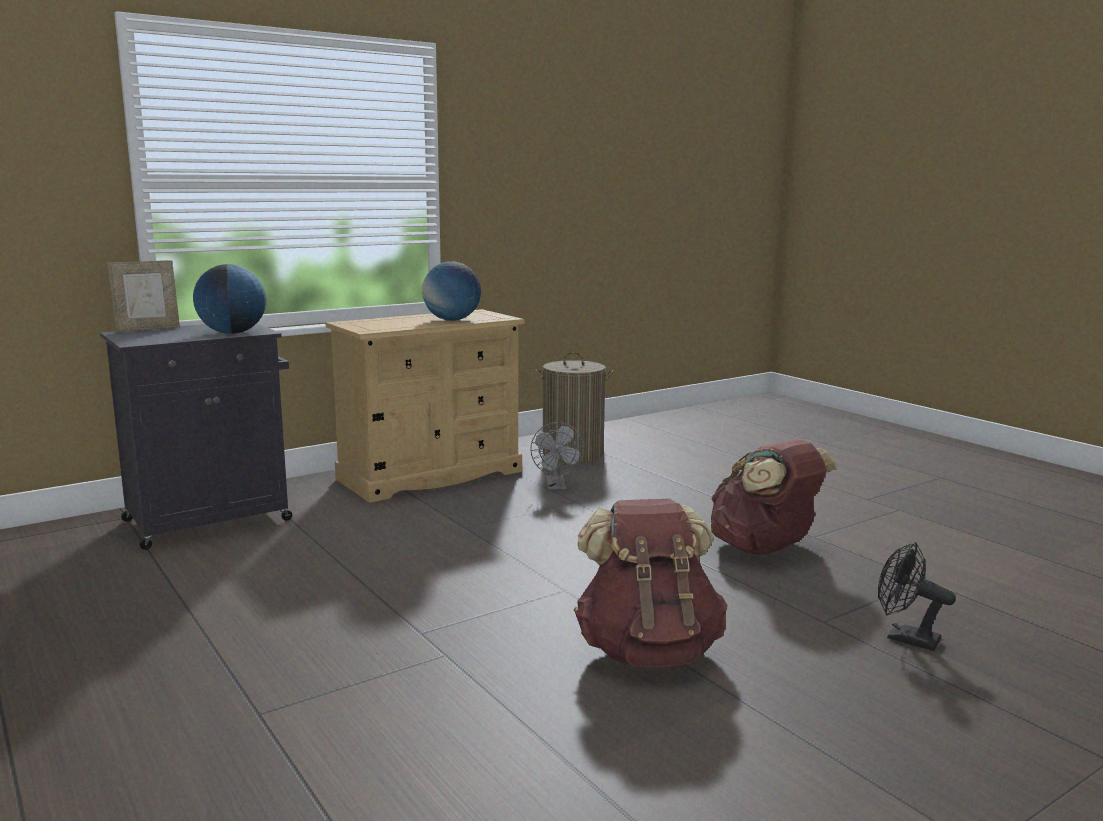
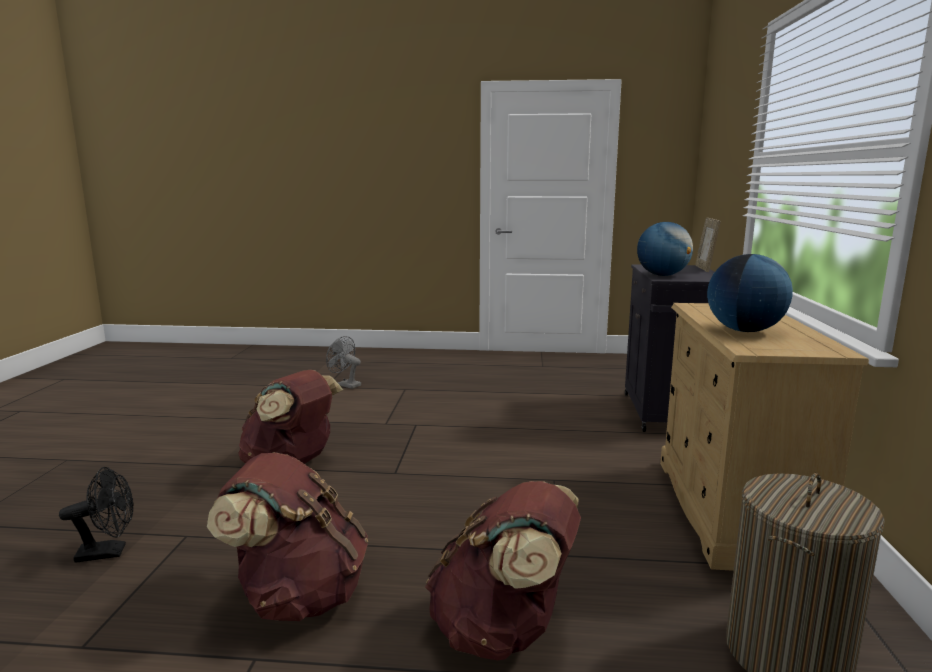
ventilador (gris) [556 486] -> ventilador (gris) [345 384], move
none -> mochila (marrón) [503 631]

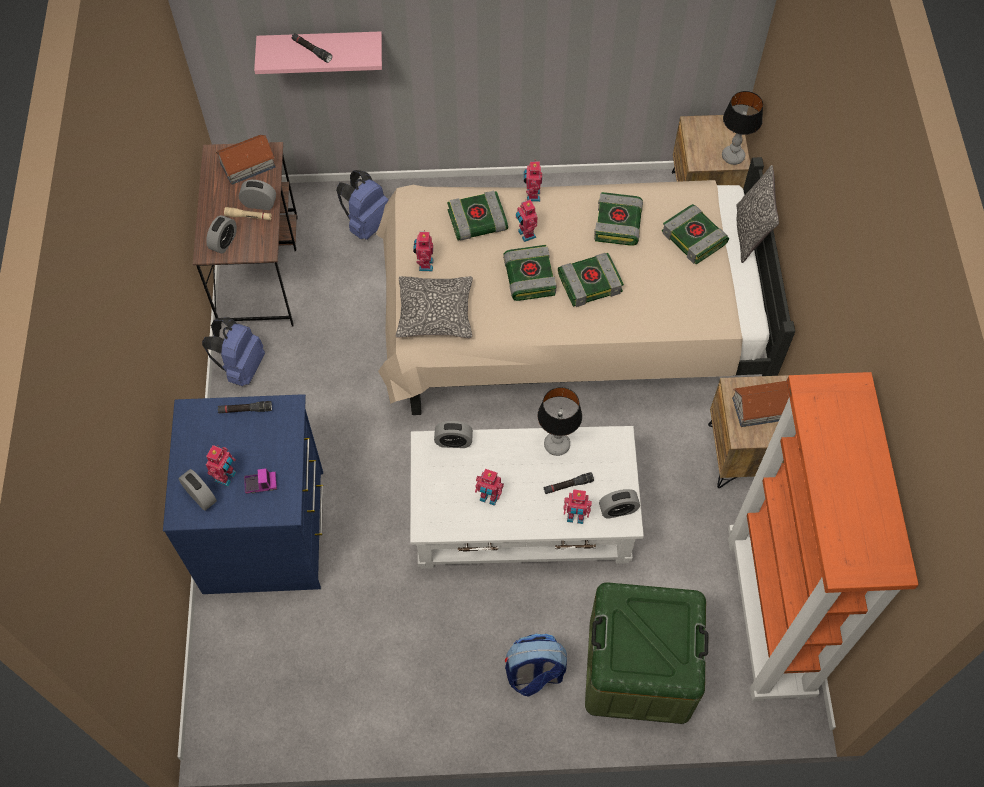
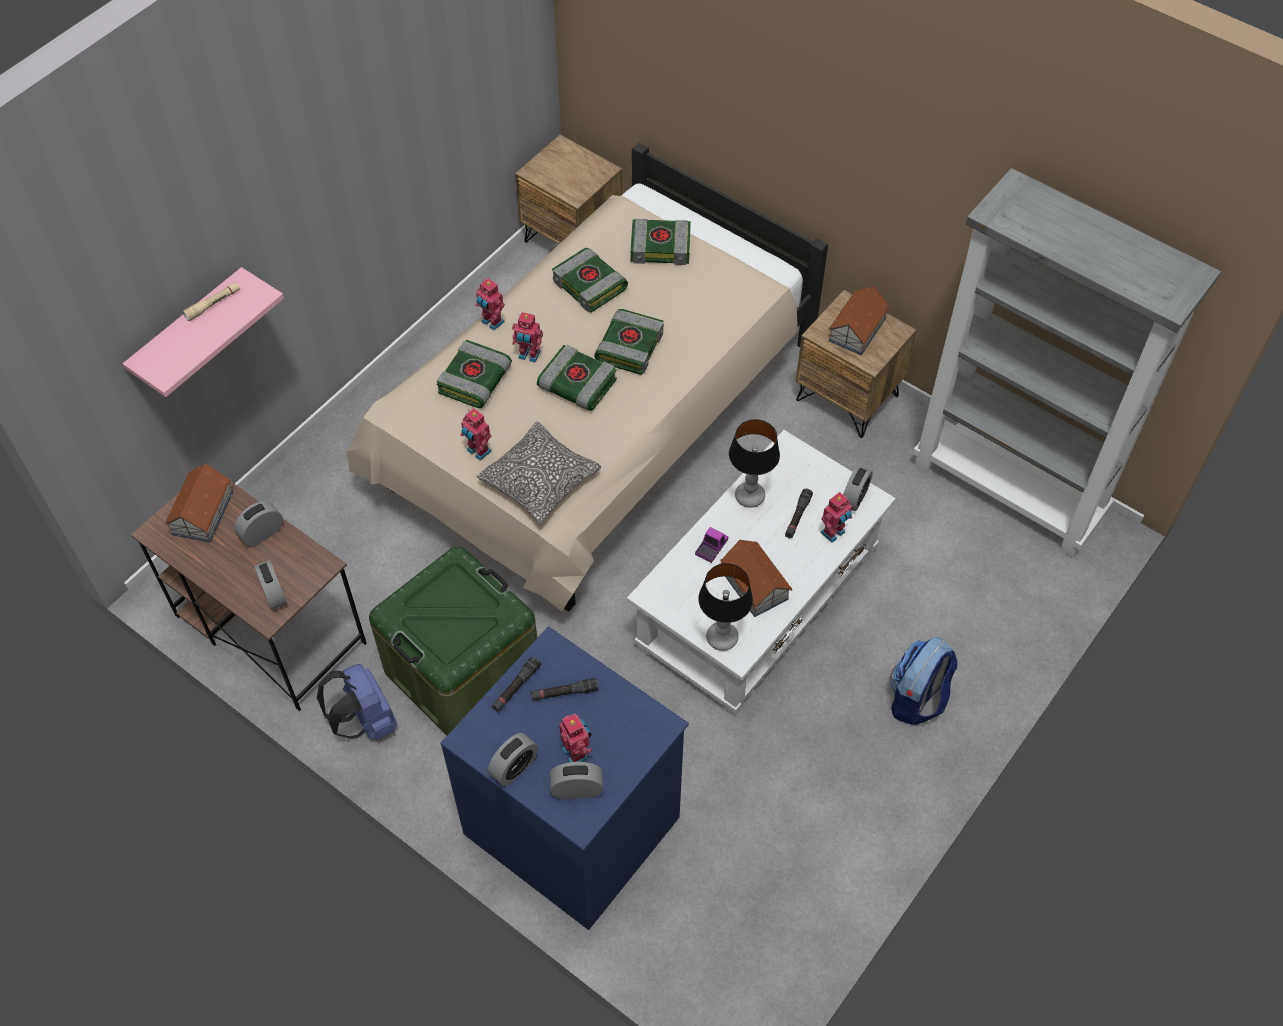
linterna (beis) [248 217] -> linterna (beis) [213 304], move
camión de juguete [261 484] -> camión de juguete [711 548], move
linterna (negro) [311 50] -> linterna (negro) [564 693], move
mochila (azul) [367 223] -> none
despertador [453 441] -> despertador [514 767], move
robot de juguete [489 498] -> casita [754 584]
caja de almacenaje (verde) [639 668] -> caja de almacenaje (verde) [462 671], move
lámpara de mesa [733 157] -> lámpara de mesa [722 638], move
estantería (naranja) [769 617] -> estantería (gris) [1009 491]
cojín [749 234] -> none

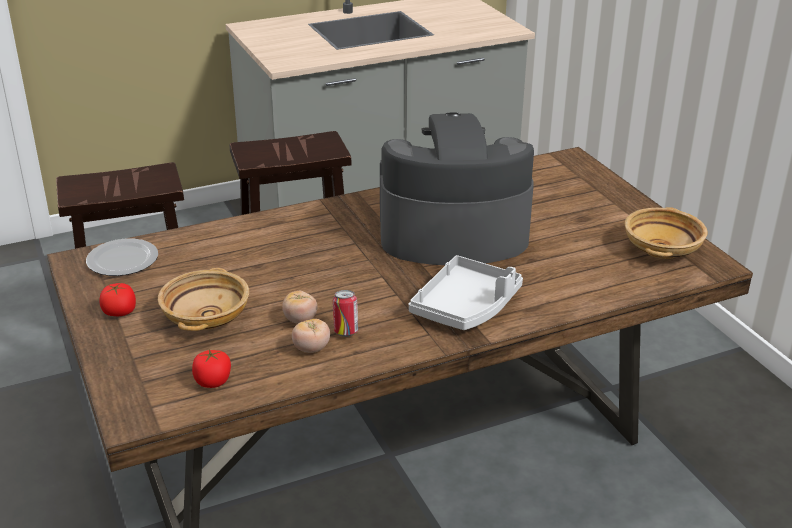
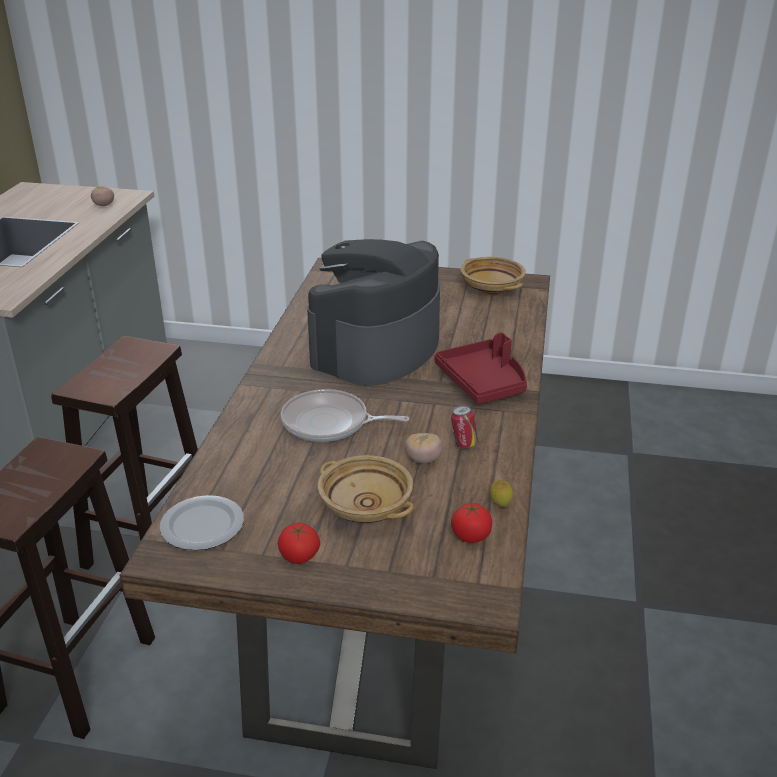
tomate [311 349] -> tomate [104 205], move
bandeja (gris) [466 306] -> bandeja (rojo) [483 382]
none -> sartén [329 423]
none -> limón [500 505]

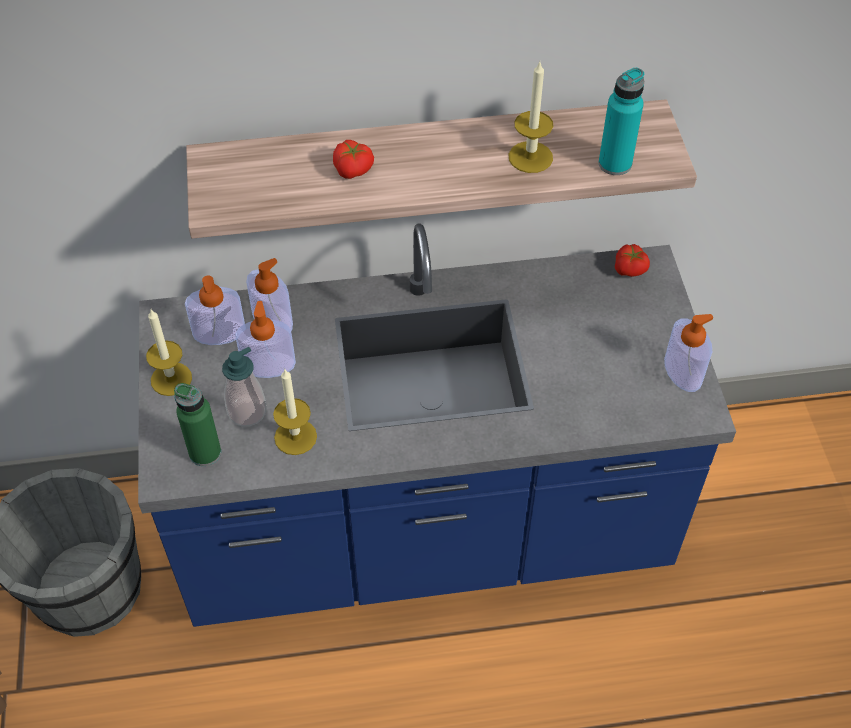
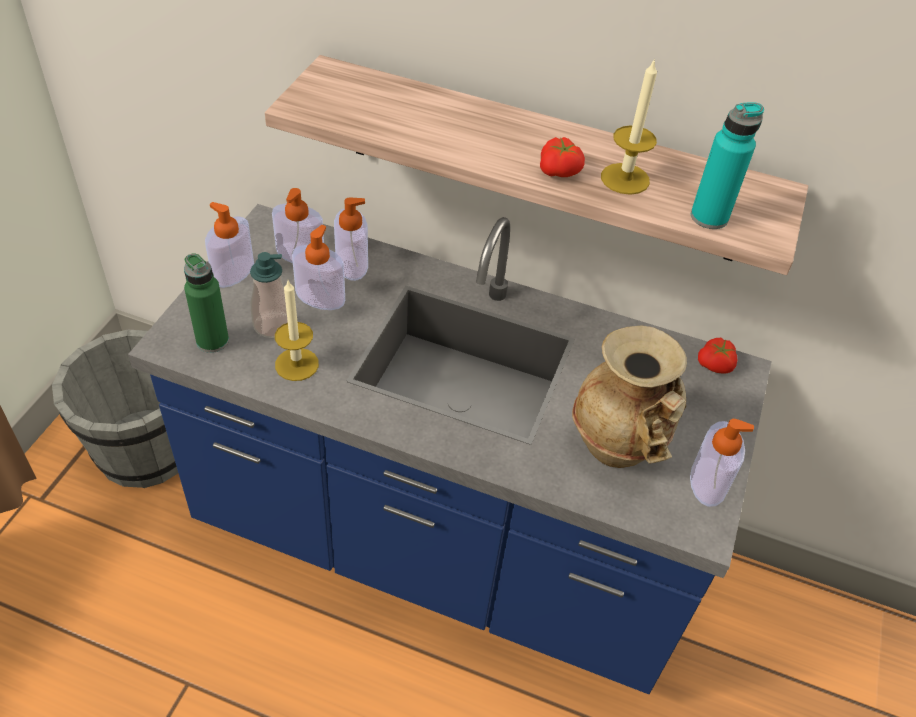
vela [171 379] -> dispensador de jabón [233 272]
tomate [354 169] -> tomate [560 171], move
none -> florero (beis) [619 446]

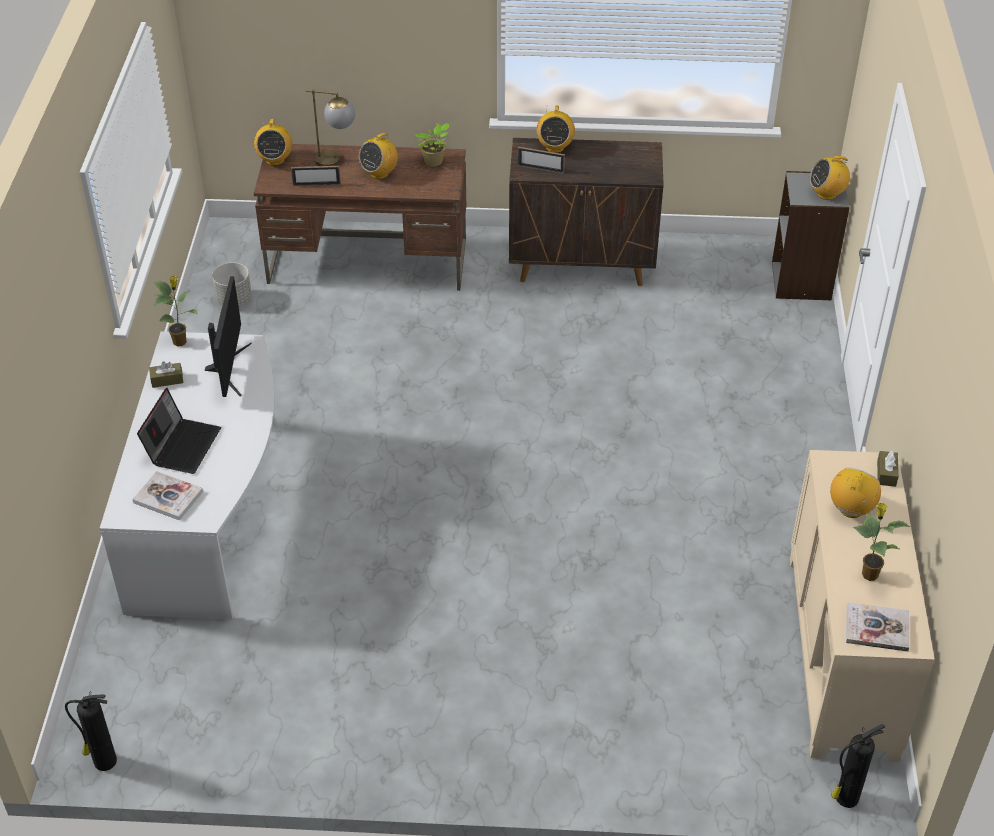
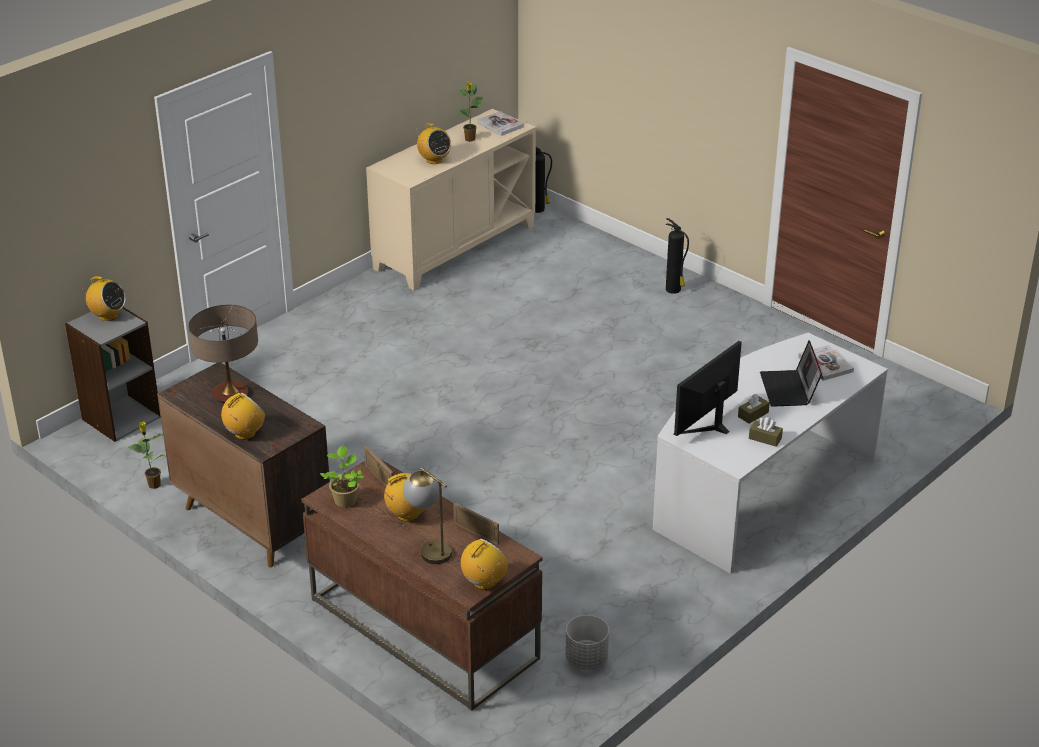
extintor [103 761] -> extintor [674 290], move
portátil [182 445] -> portátil [789 390], 60 degrees counterclockwise
planta en maceta [180 341] -> planta en maceta [153 484], move
portarretratos [540 169] -> portarretratos [379 478], move
radio [851 509] -> radio [434 160], 105 degrees counterclockwise
caja de pañuelos (marrón) [886 473] -> caja de pañuelos (marrón) [753 414], move
none -> lámpara de mesa [230 394]

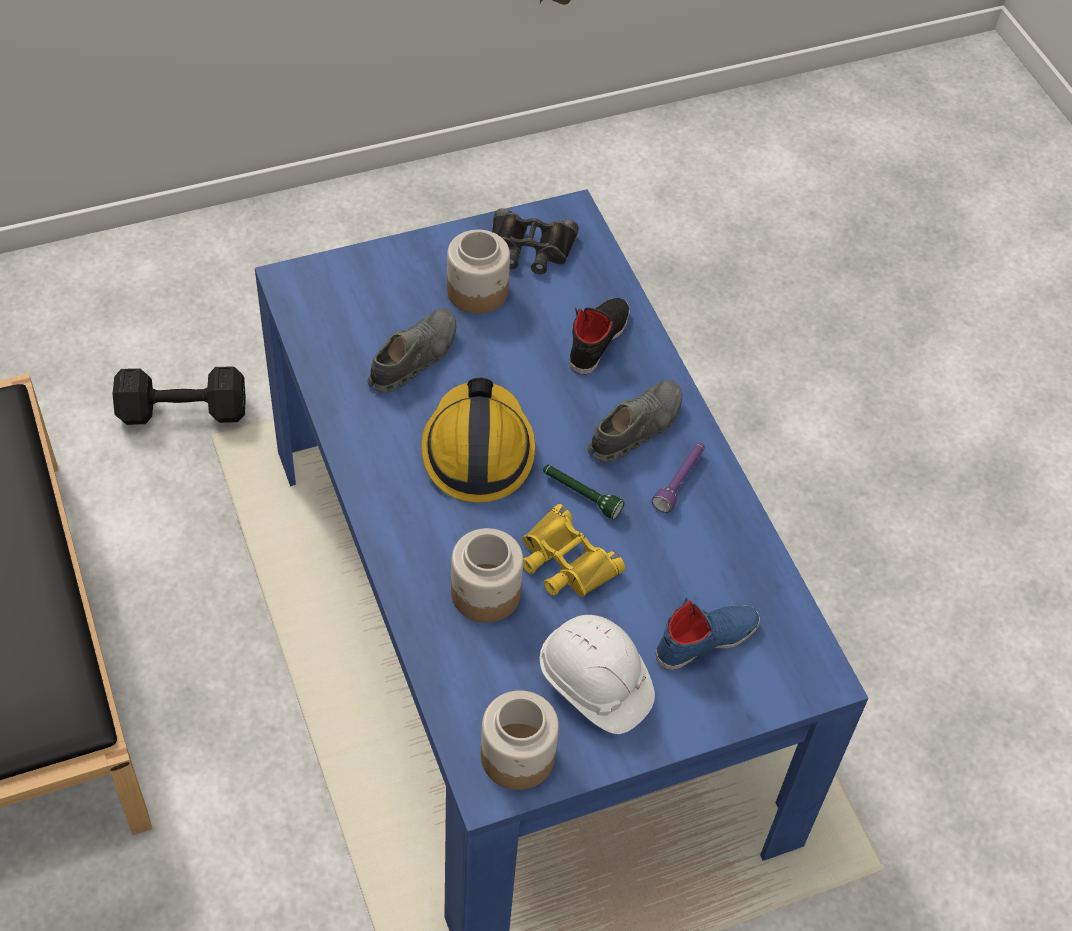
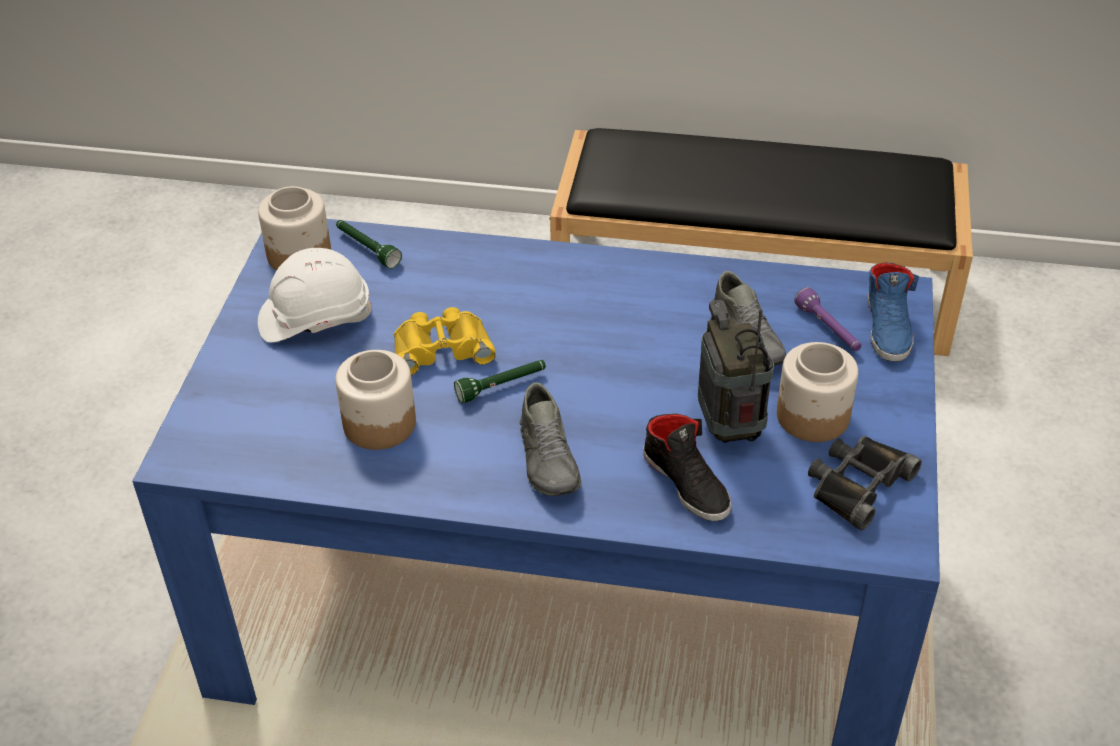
mancuerna (negro) [180 411] -> none
casco [477 450] -> none
tarro [485 594] -> tarro [378 423], move
linterna (morado) [680 481] -> linterna (morado) [828 329], move
zapato (azul) [706 639] -> zapato (azul) [888 328], move
none -> linterna (verde) [367 249]
none -> radio [730 428]

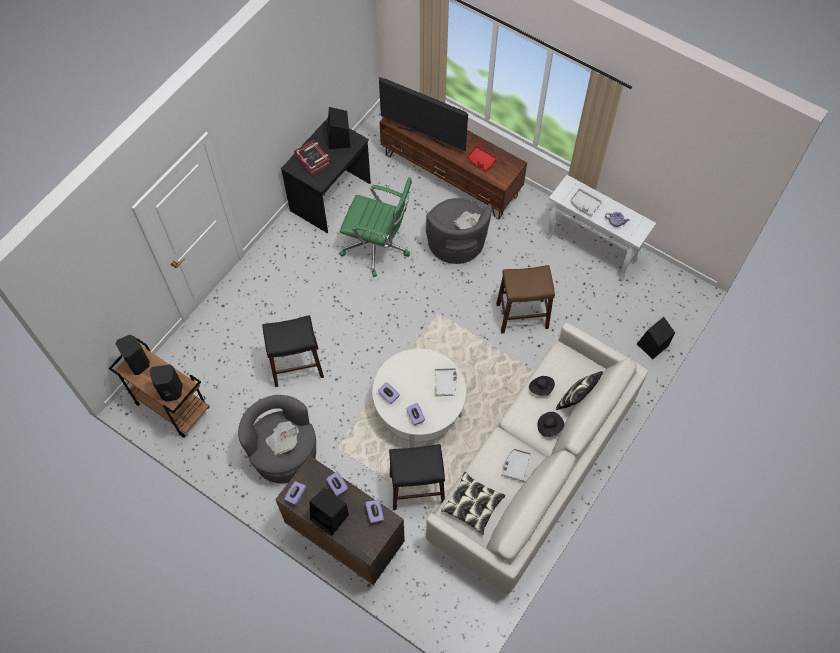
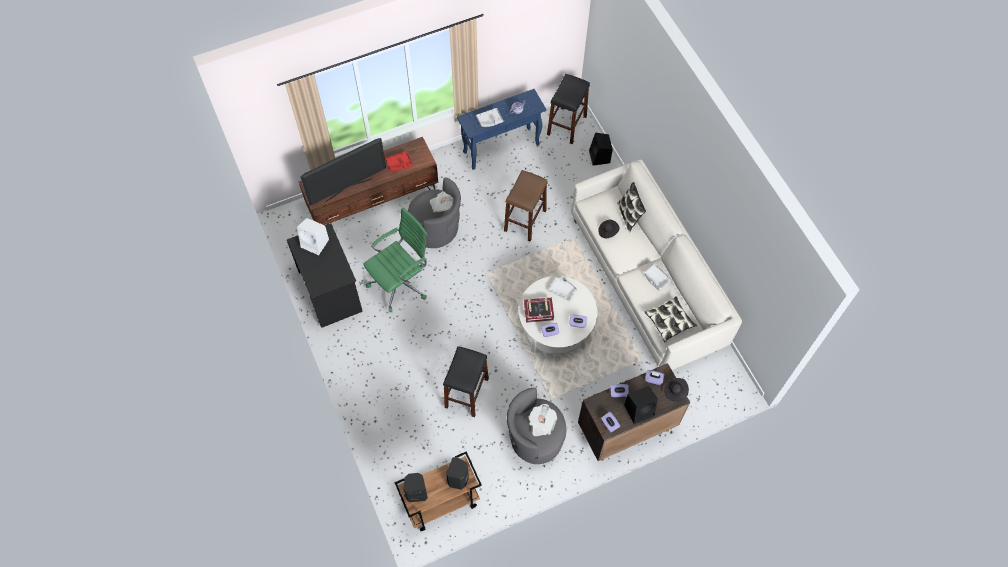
libro [313 160] -> libro [538 311], move
altavoz (negro) [339 140] -> altavoz (blanco) [315 243]
taburete (negro) [417 489] -> taburete (negro) [566 125], move
sombrero (negro) [549 426] -> sombrero (negro) [675 391], move
mesa consola (blanco) [591 249] -> mesa consola (azul) [502 148]

